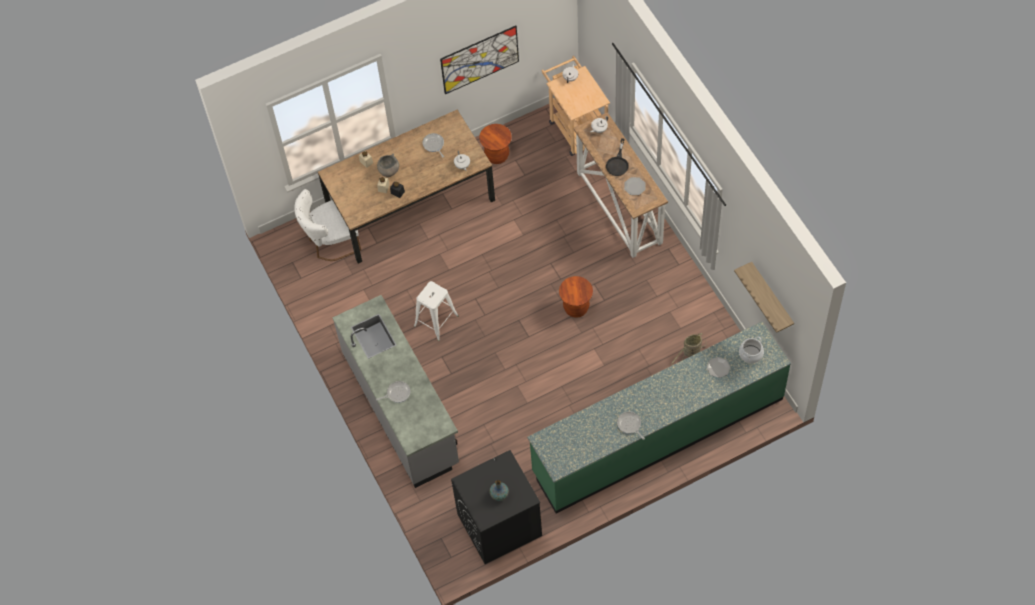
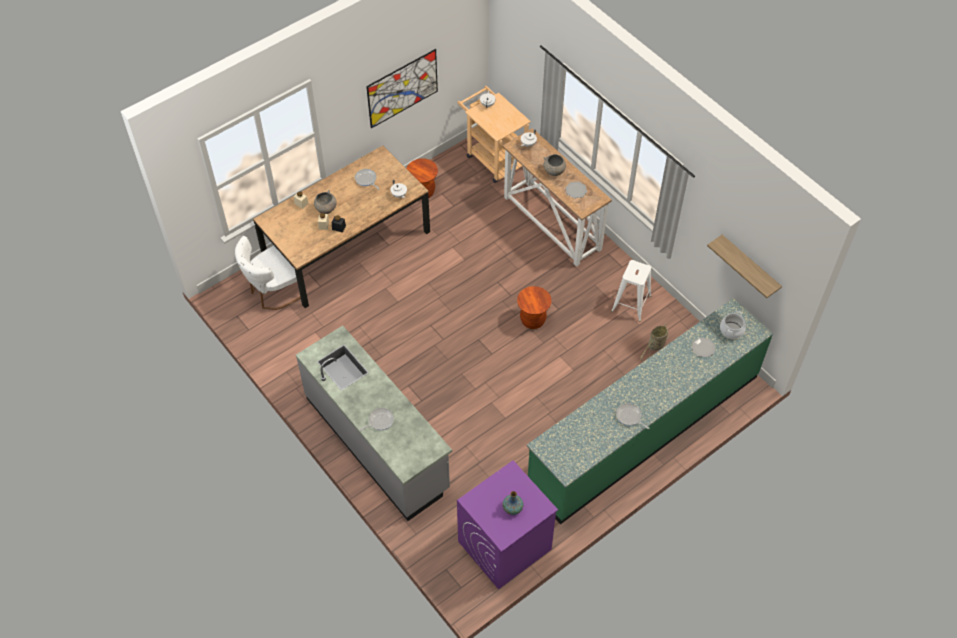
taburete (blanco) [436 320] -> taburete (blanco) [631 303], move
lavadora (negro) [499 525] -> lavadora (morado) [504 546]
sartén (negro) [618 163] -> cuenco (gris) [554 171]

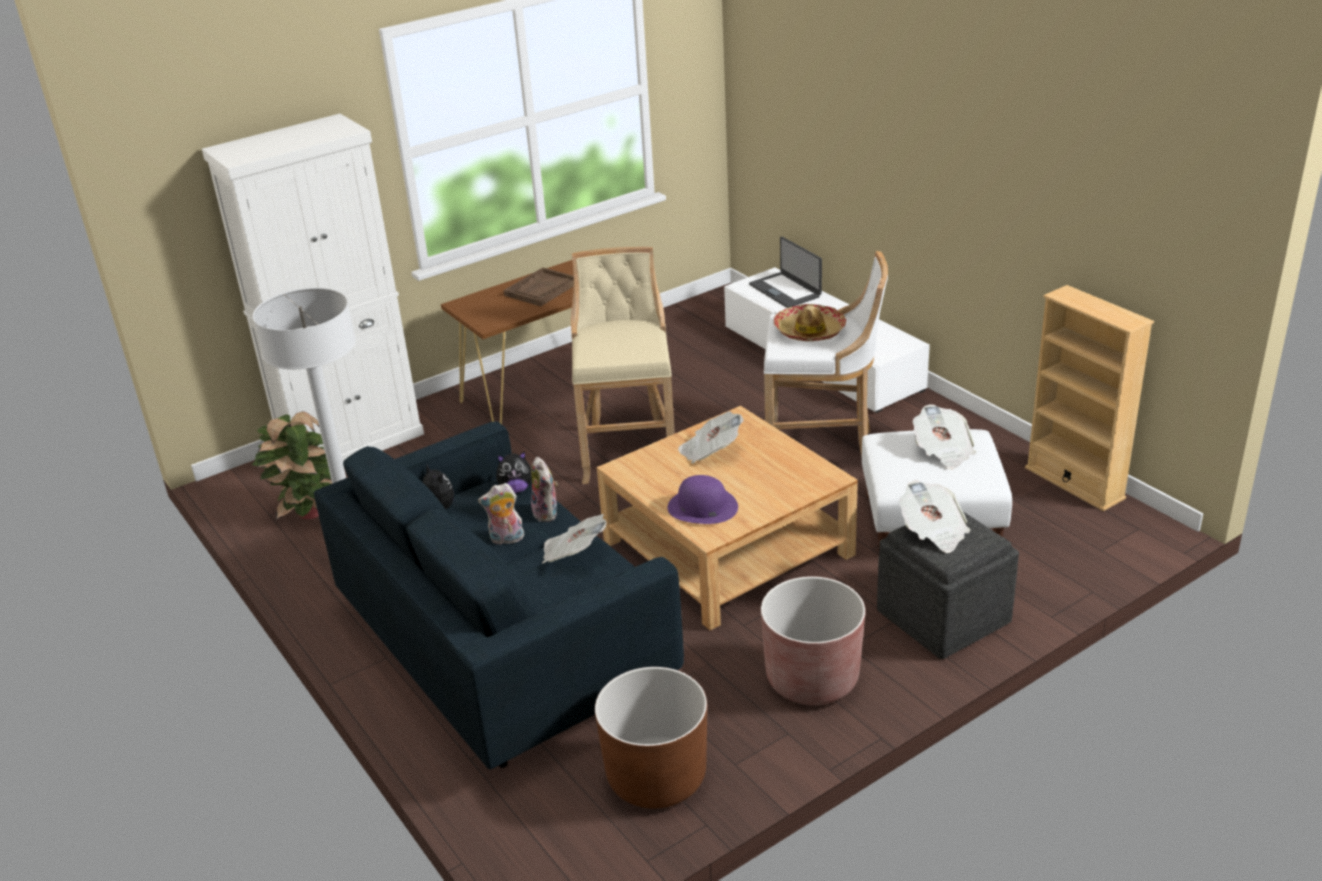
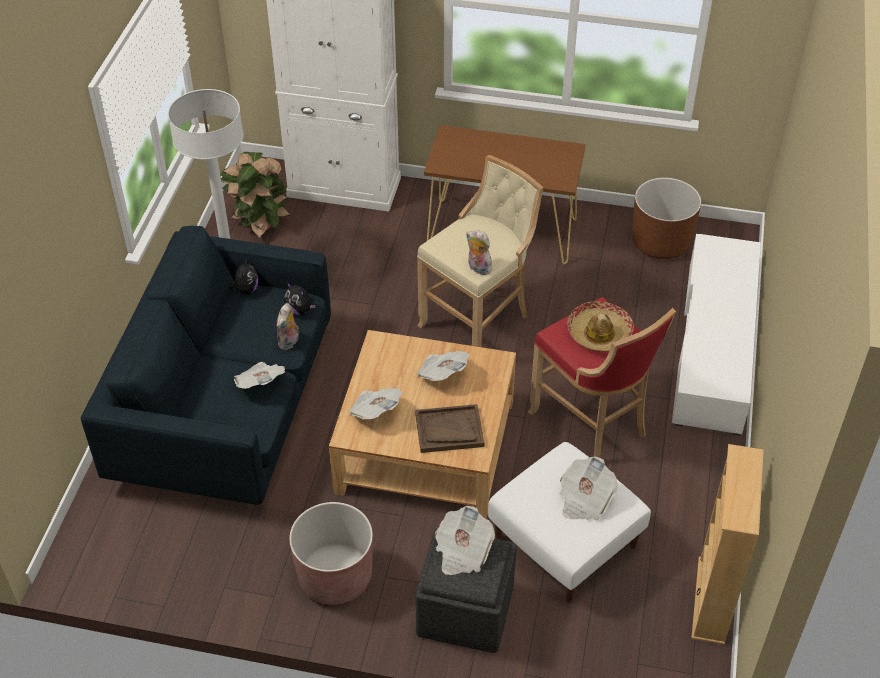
peluche [506 539] -> peluche [478 268], move
bandeja (marrón) [542 289] -> bandeja (marrón) [449 430], move
maceta (marrón) [656 777] -> maceta (marrón) [660 242], move
sombrero (morado) [702 507] -> periódico [375 411]
portátil [785 290] -> none
taburete (blanco) [822 449] -> taburete (rojo) [592 424]

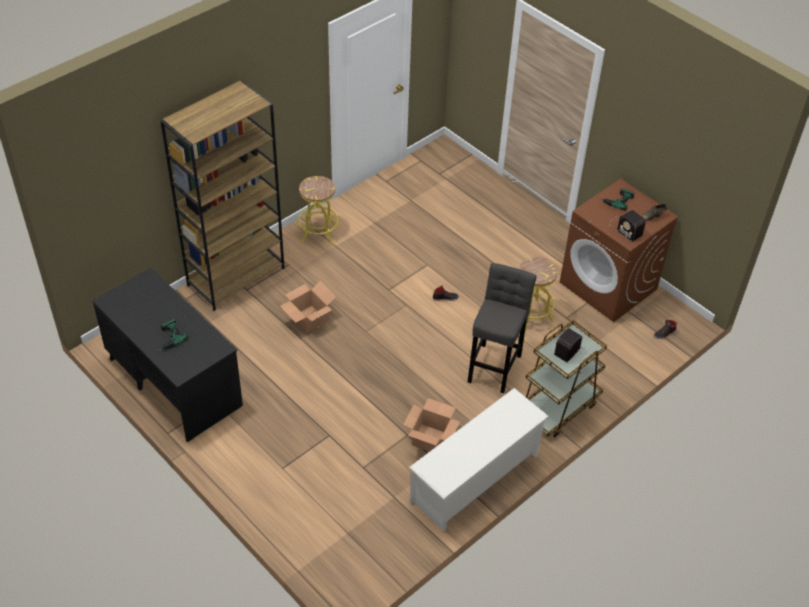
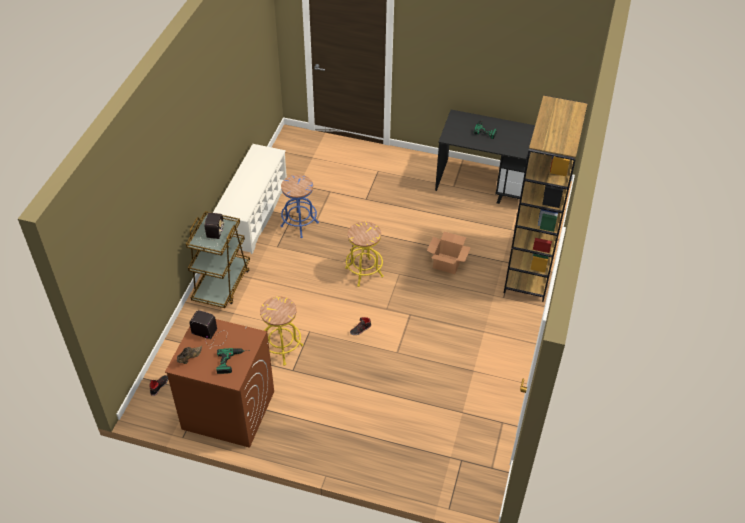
taburete (amarillo) [318 233] -> taburete (amarillo) [364 272], move
caja de cartón [429 439] -> taburete (azul) [299 224]
taburete (gris) [495 365] -> none

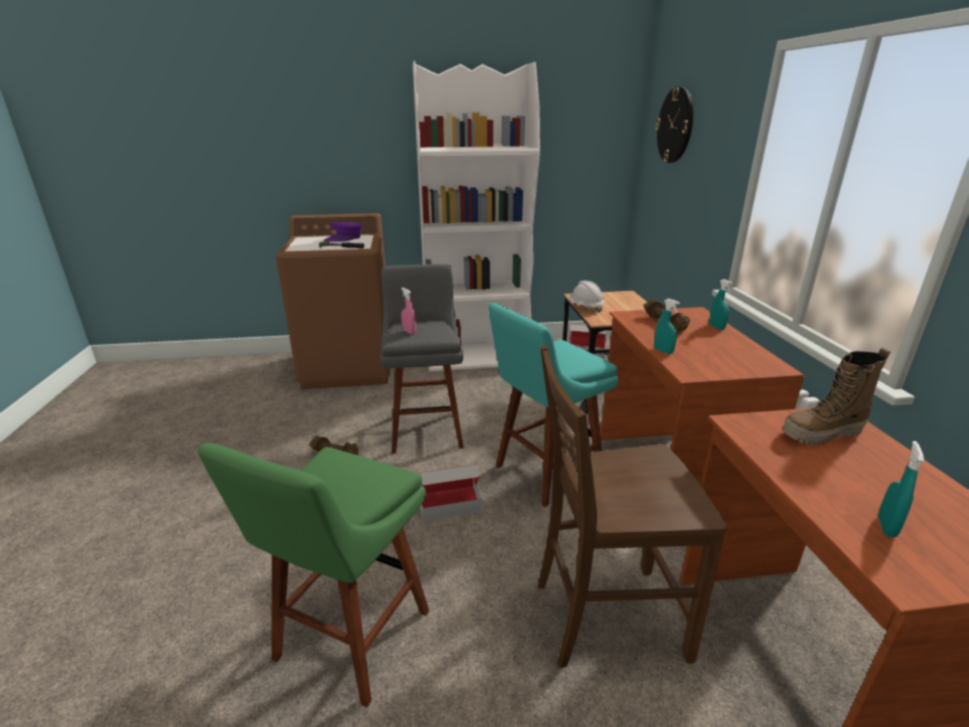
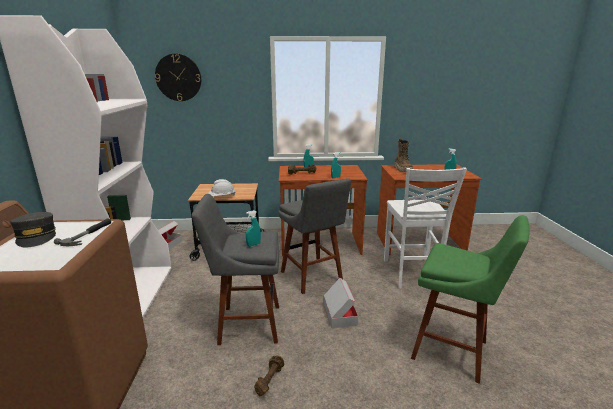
gorra (morado) [344 238] -> gorra (gris) [36 236]
pulverizador (rosa) [409 332] -> pulverizador (turquesa) [253 245]
taburete (turquesa) [544 473] -> taburete (gris) [313 277]
silla (marrón) [605 617] -> silla (blanco) [412 274]

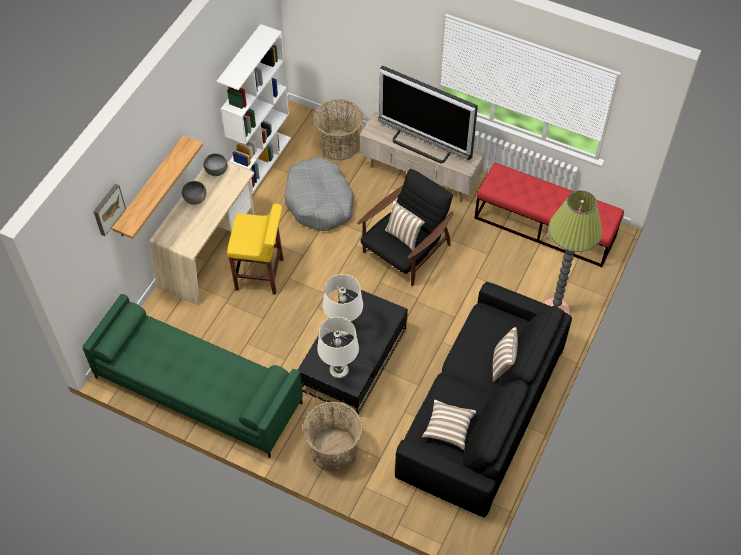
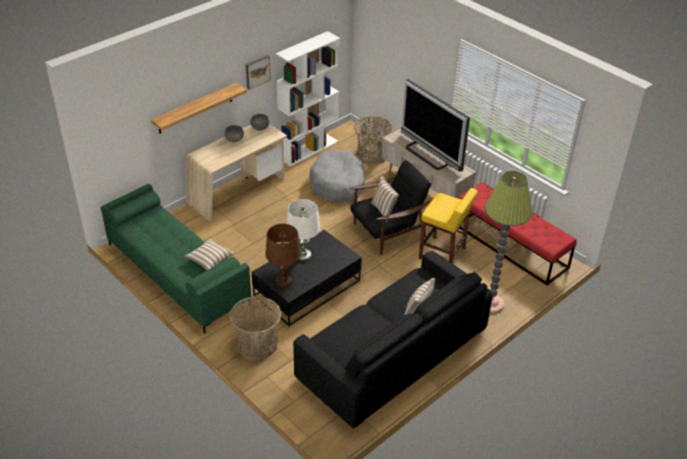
cuadro [108 209] -> cuadro [257 71], move
taburete (amarillo) [260 274] -> taburete (amarillo) [443 254], move
lámpara de mesa (blanco) [339 370] -> lámpara de mesa (marrón) [284 281]
cojín [448 428] -> cojín [209 260], move

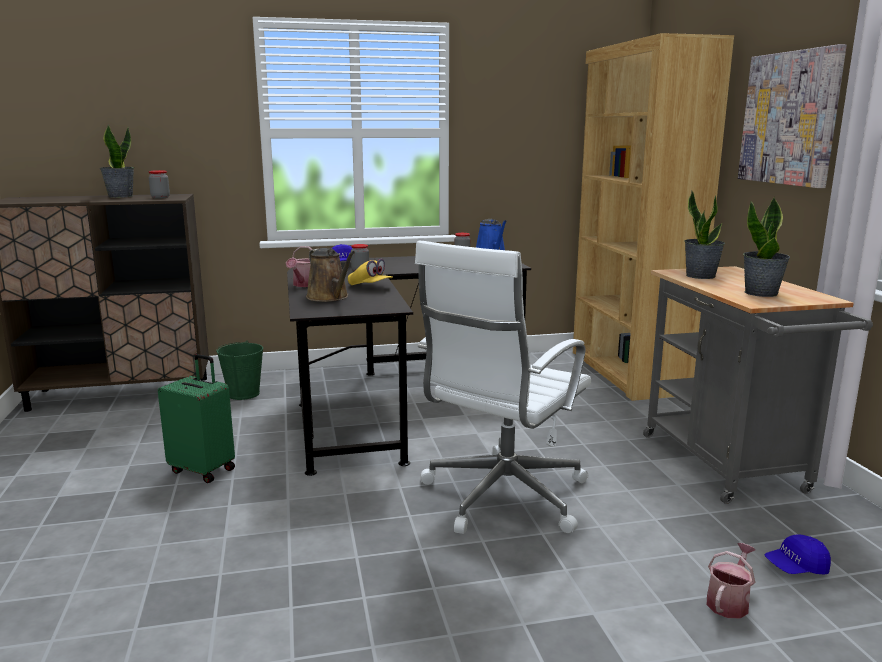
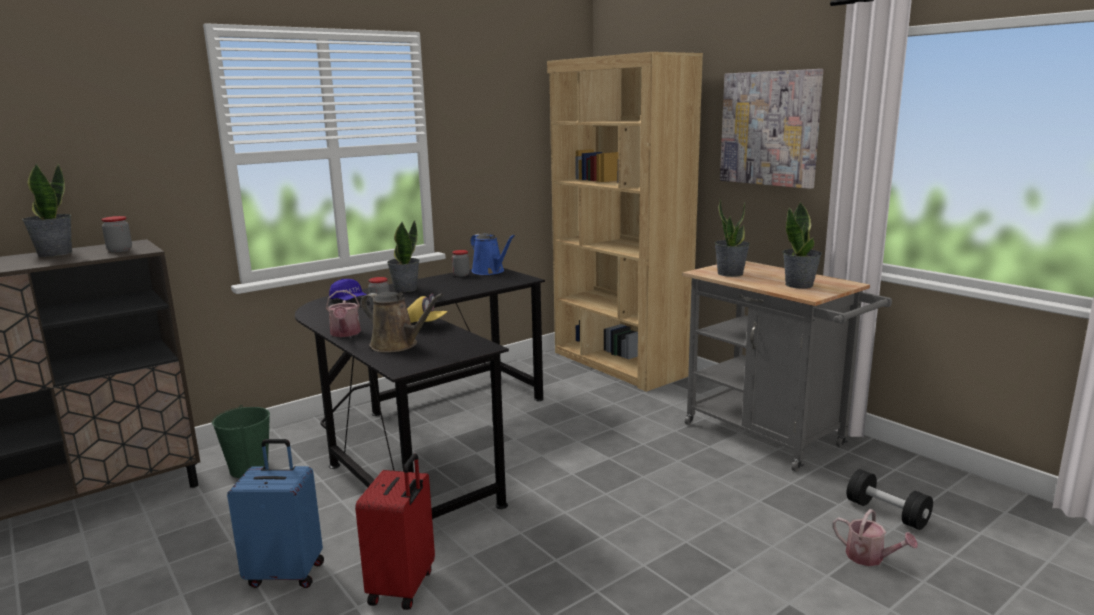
maleta (verde) [203 470] -> maleta (azul) [286 573]
silla de oficina (blanco) [501 497] -> none
regadera [729 601] -> regadera [870 558], 120 degrees clockwise
gorra (azul) [796 568] -> mancuerna (negro) [886 513]
none -> maleta (rojo) [403 587]
none -> planta en maceta [405 289]

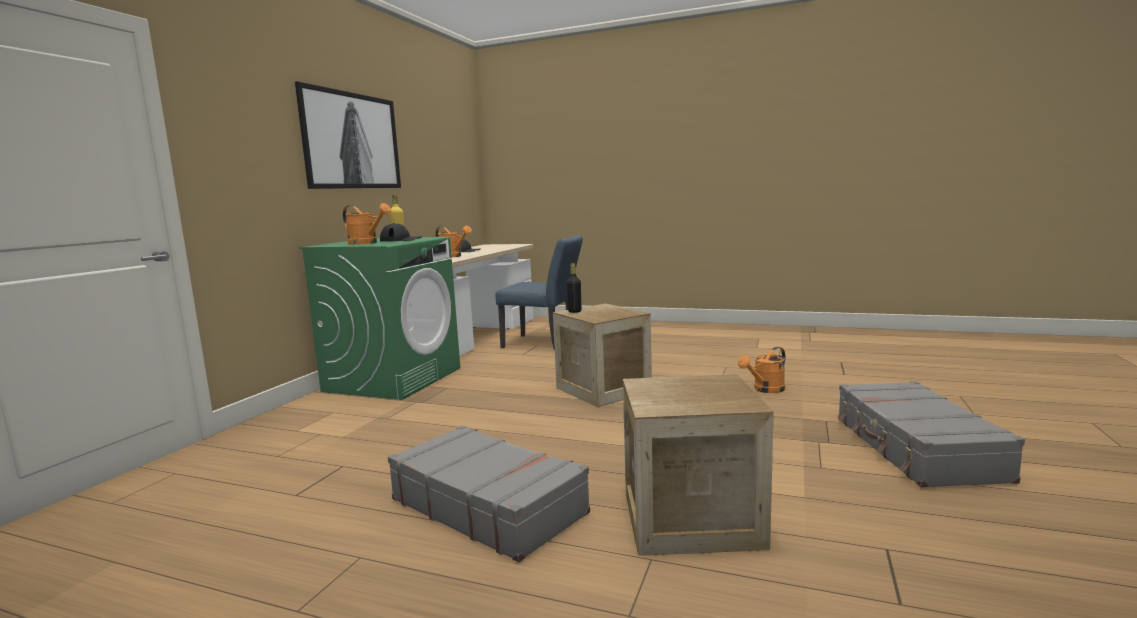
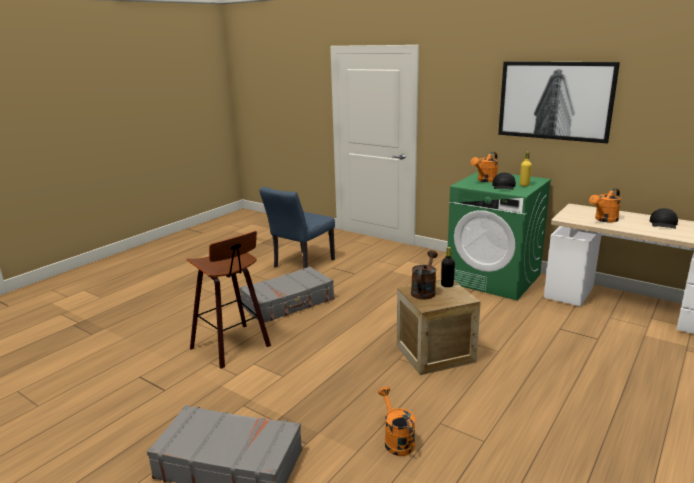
silla (azul) [544 343] -> silla (azul) [301 265], move
caja de embalaje [691 520] -> taburete [234 347]
none -> regadera (marrón) [424 291]

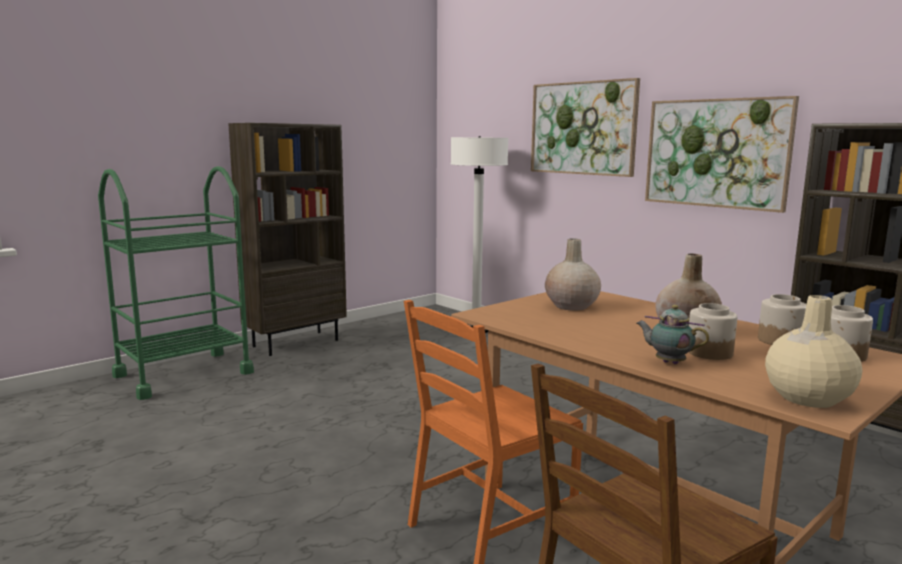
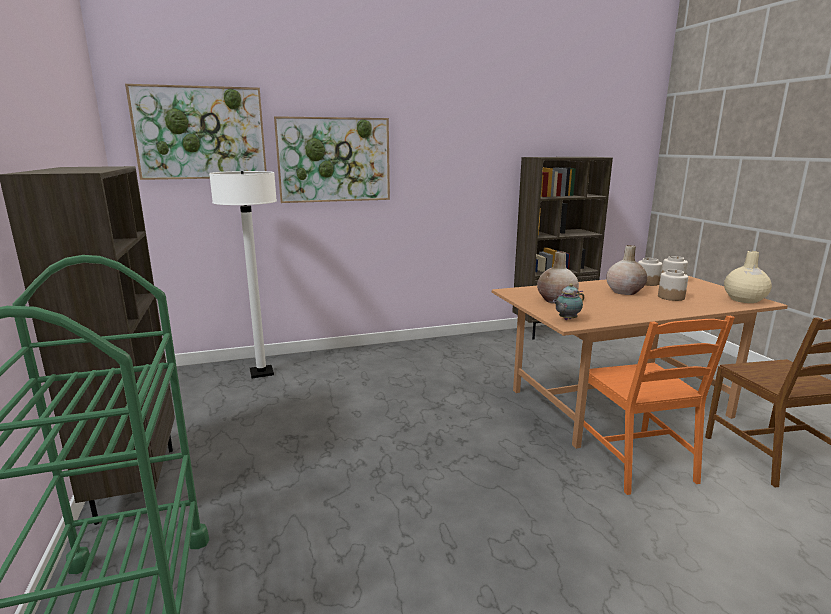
tetera [668 362] -> tetera [566 319], move
cuadro [716 153] -> cuadro [200 133], move

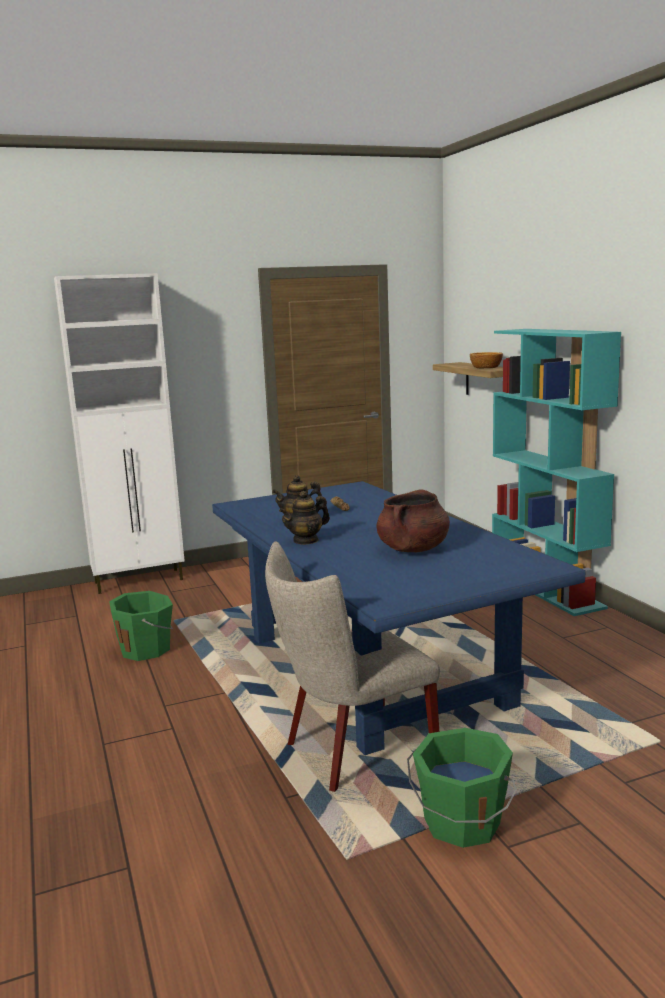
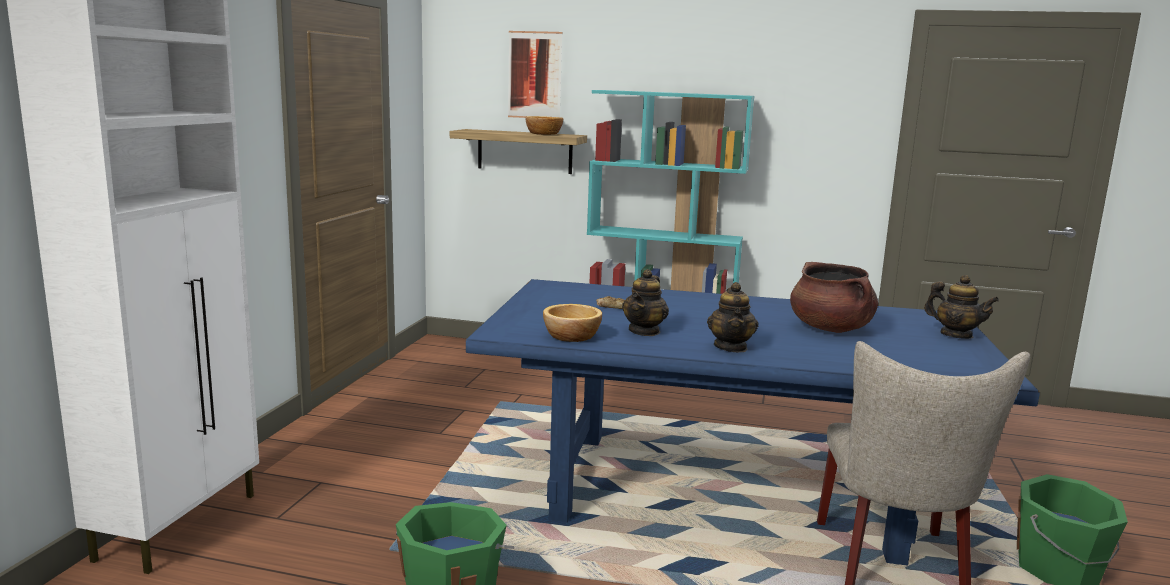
none -> cuadro [534 75]
none -> cuenco [573 336]
none -> tetera [956 335]

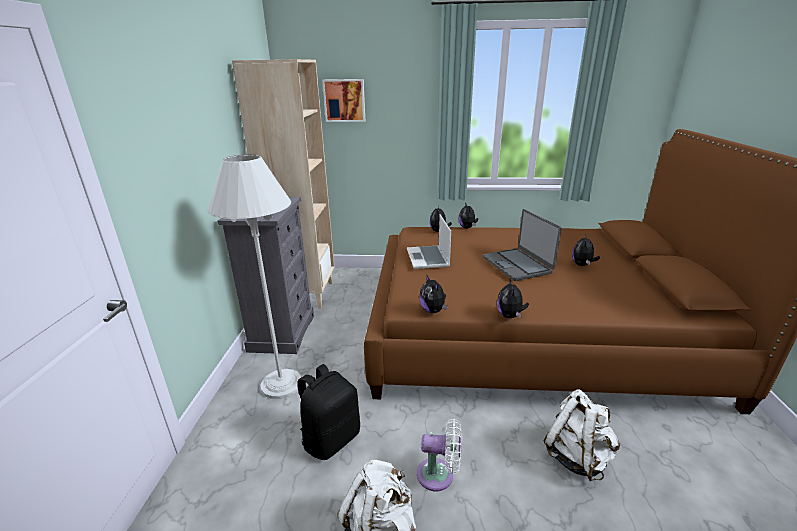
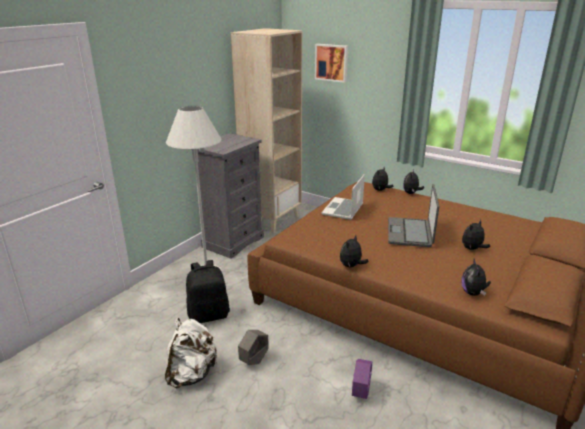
ventilador (blanco) [439 475] -> maceta (gris) [254 361]
peluche [433 310] -> peluche [473 293], move
mochila (blanco) [577 456] -> maceta (morado) [361 392]

